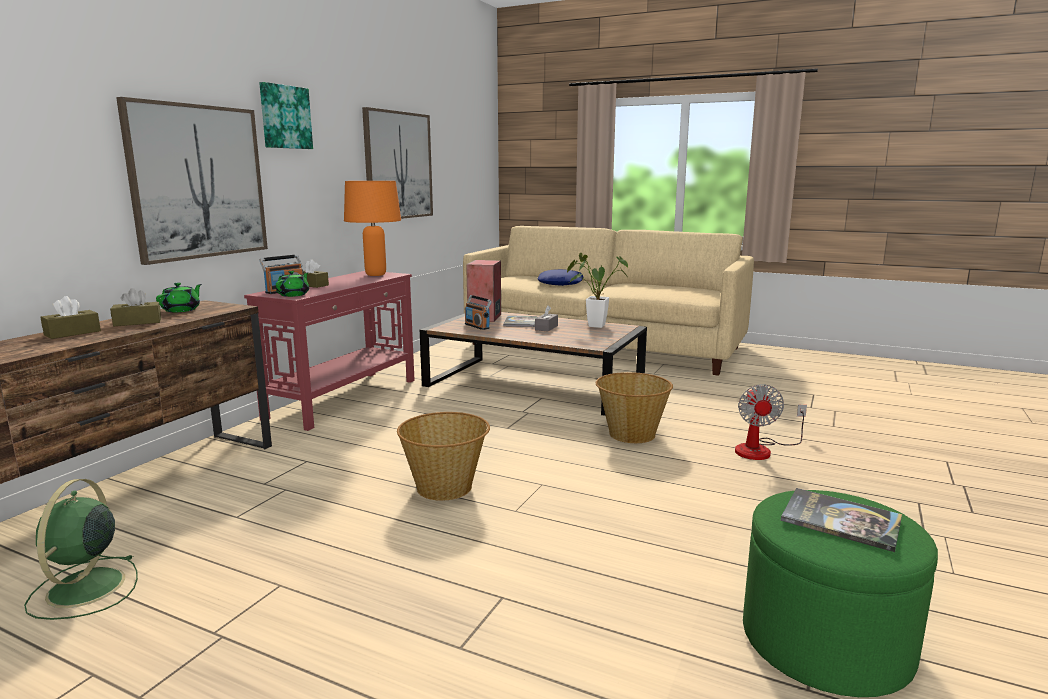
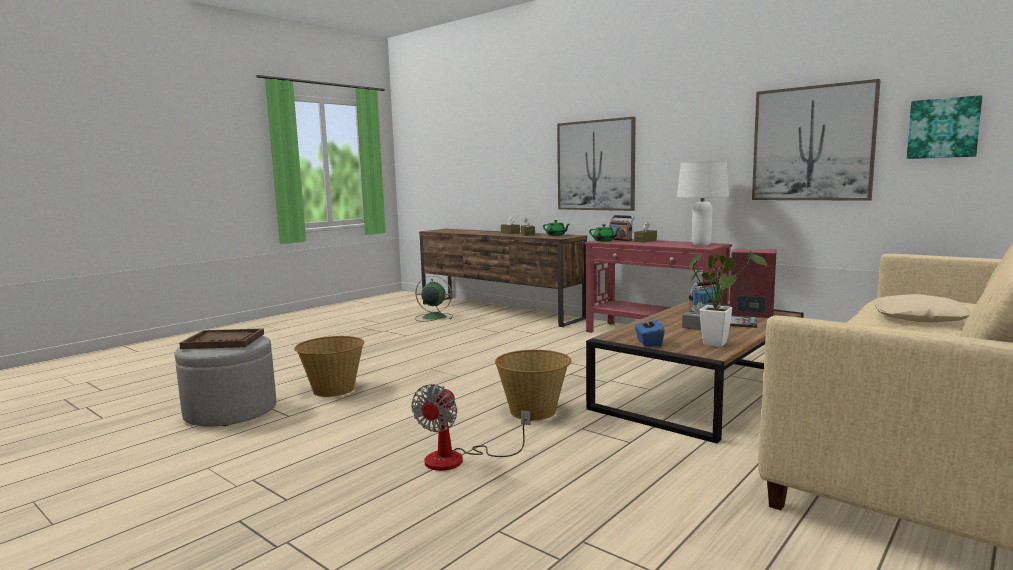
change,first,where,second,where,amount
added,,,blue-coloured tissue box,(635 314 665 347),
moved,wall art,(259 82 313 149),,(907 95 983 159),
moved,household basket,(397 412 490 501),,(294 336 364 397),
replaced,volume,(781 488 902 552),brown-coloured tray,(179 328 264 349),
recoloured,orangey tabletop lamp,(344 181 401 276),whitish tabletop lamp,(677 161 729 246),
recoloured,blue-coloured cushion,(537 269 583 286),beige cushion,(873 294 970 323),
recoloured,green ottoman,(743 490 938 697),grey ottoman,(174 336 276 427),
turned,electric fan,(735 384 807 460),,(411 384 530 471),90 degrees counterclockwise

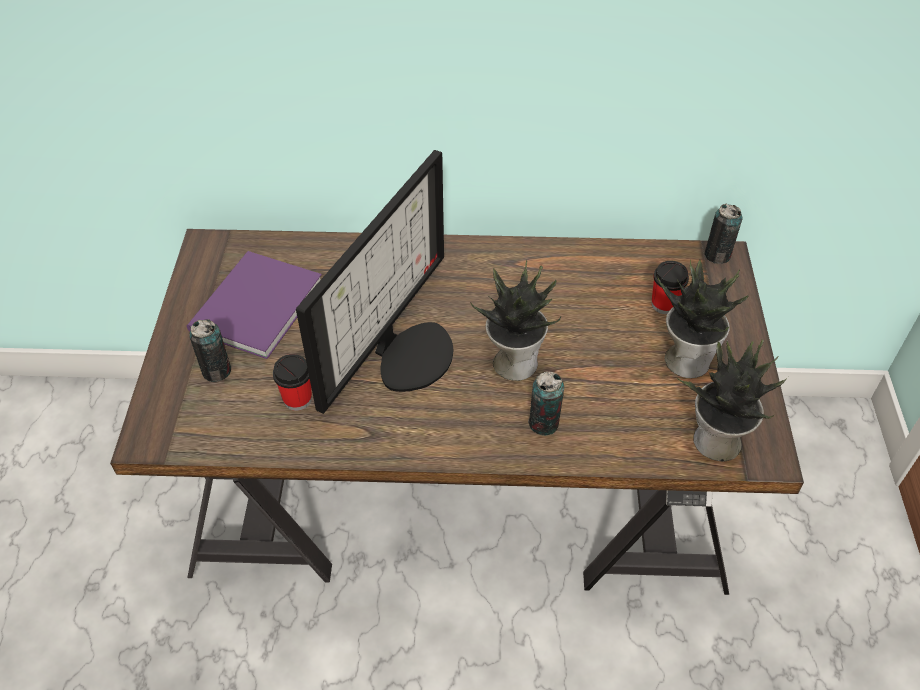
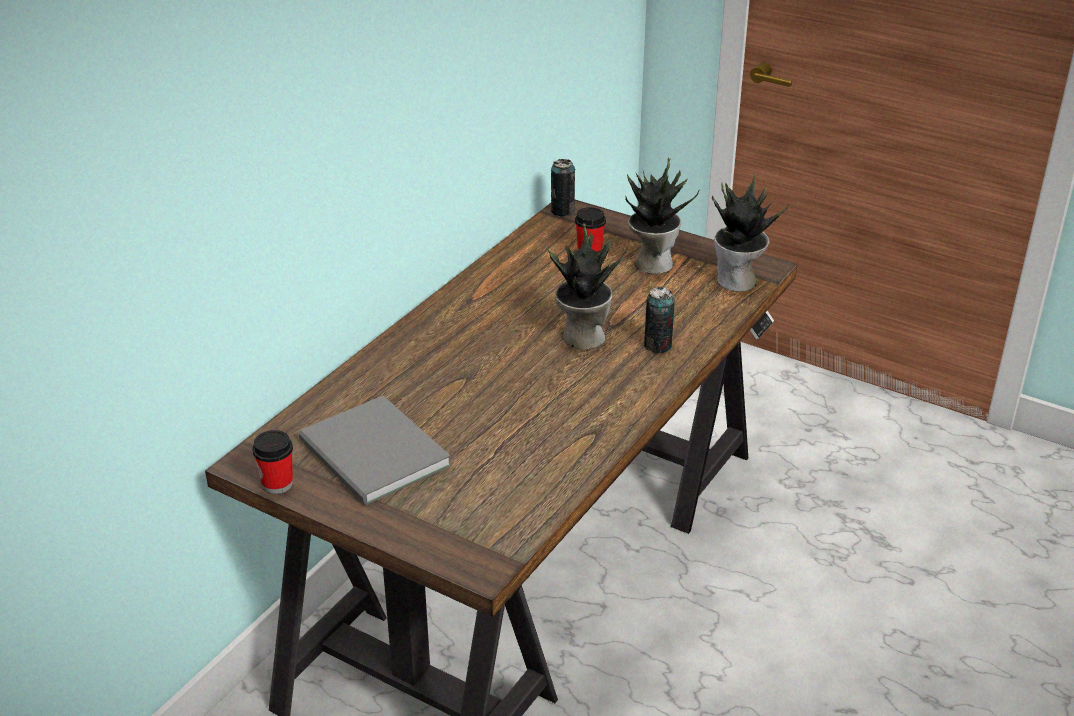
change,first,where,second,where,amount
removed,can,(189 319 231 382),,,
removed,computer screen,(296 150 453 414),,,
moved,small cup,(273 354 312 411),,(252 430 293 494),
recoloured,purple-coloured volume,(187 251 322 359),grey volume,(299 396 451 505),

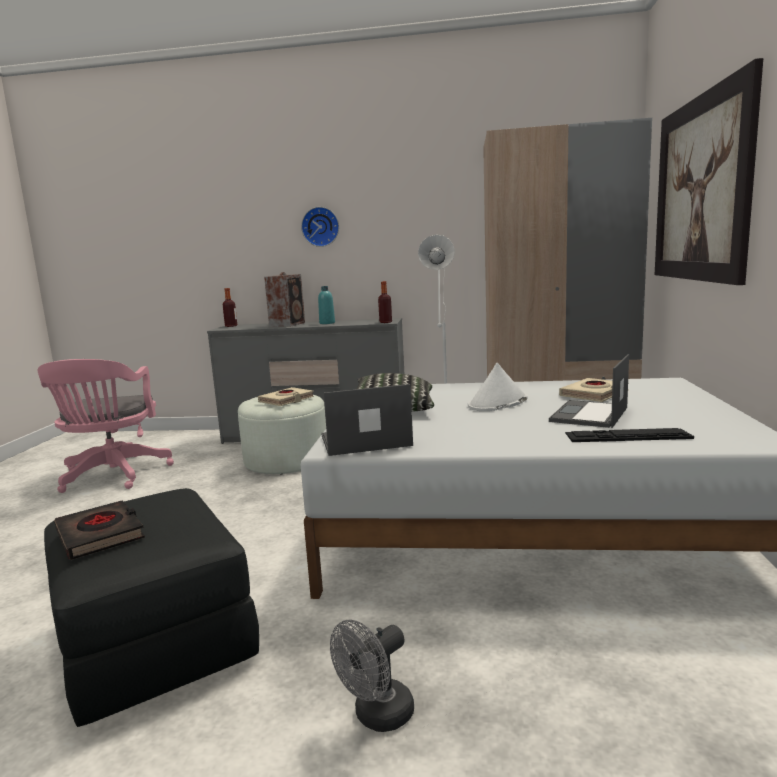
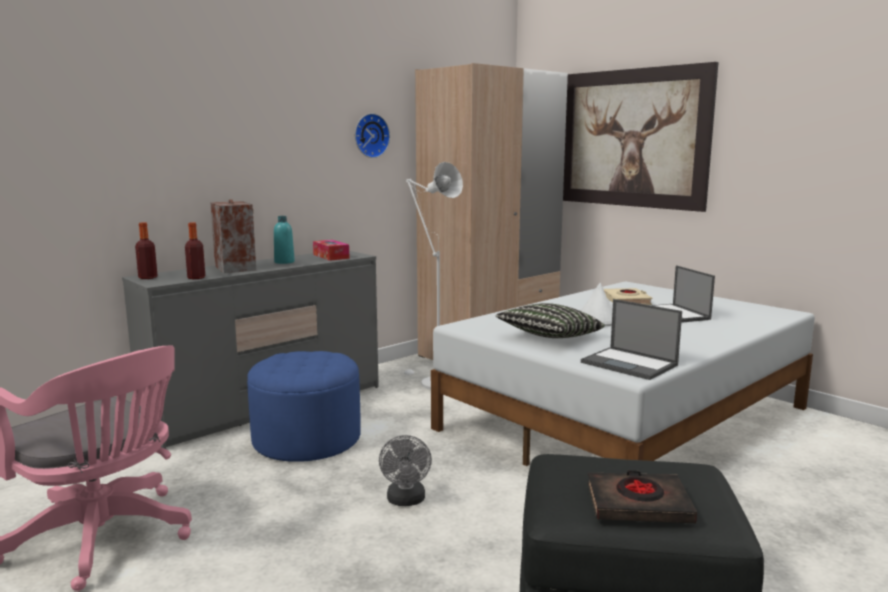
change,first,where,second,where,amount
removed,beige volume,(258 387 314 406),,,
removed,PC keyboard,(565 428 694 442),,,
added,,,tissue box,(313 240 350 261),
moved,wall clock,(301 207 339 247),,(355 113 390 158),
moved,grey electric fan,(330 619 414 732),,(379 435 432 506),
moved,beverage bottle,(378 281 392 323),,(185 222 205 279),
recoloured,whitish ottoman,(238 395 326 475),blue-coloured ottoman,(247 351 361 462),
turned,portable computer,(321 384 413 456),,(581 299 682 380),75 degrees counterclockwise

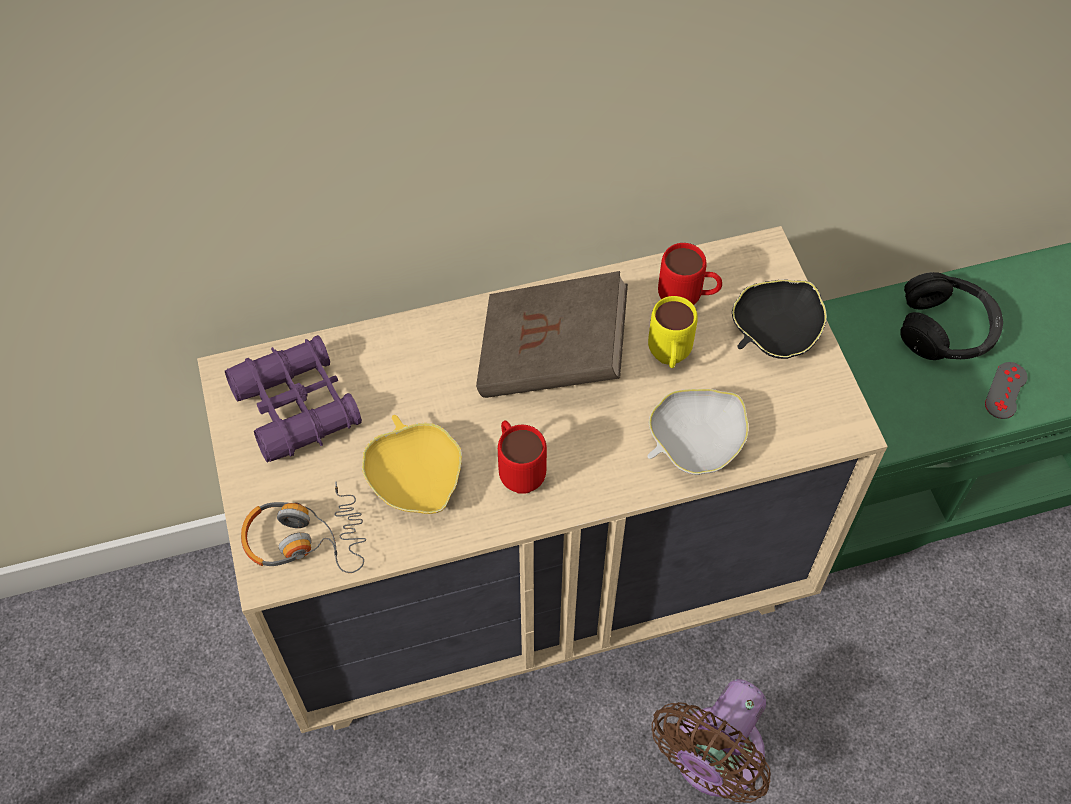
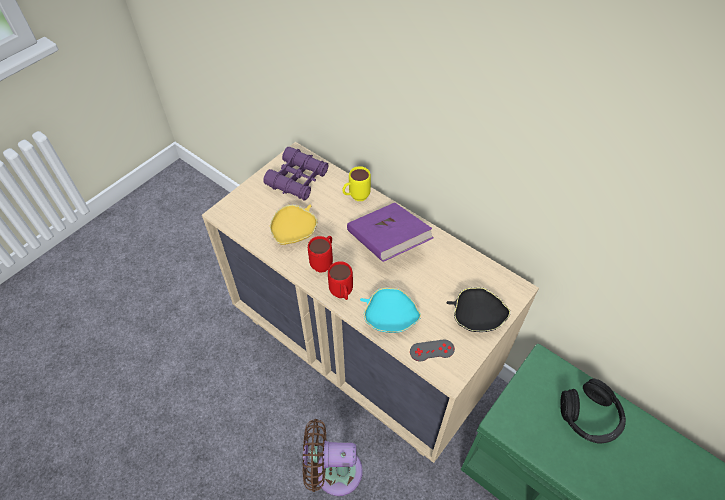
change,first,where,second,where,amount
removed,pair of headphones,(241 482 366 573),,,
moved,yellow tea mug,(648 296 698 368),,(342 166 371 201),
moved,red-coloured tea mug,(658 243 722 305),,(328 261 353 300),
moved,grey joypad,(985 362 1028 419),,(410 340 455 361),
recoloured,brown-coloured volume,(476 271 628 398),purple-coloured volume,(347 203 433 262),
recoloured,whitish serving bowl,(648 389 749 475),blue-green serving bowl,(360 288 421 333),

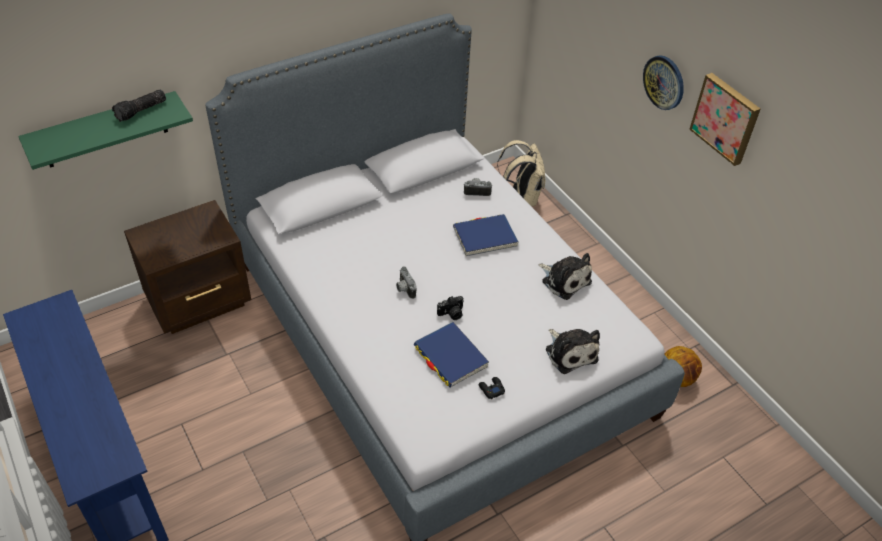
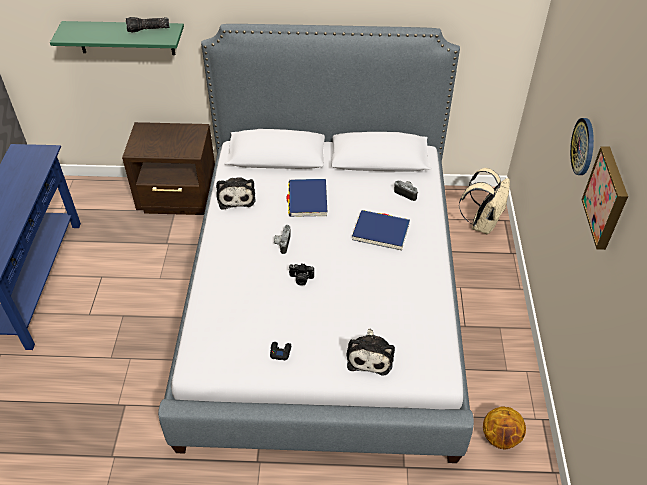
change,first,where,second,where,amount
moved,blue-coloured volume,(414 322 489 387),,(286 179 327 217),
moved,soft toy,(538 253 592 300),,(216 177 256 210),

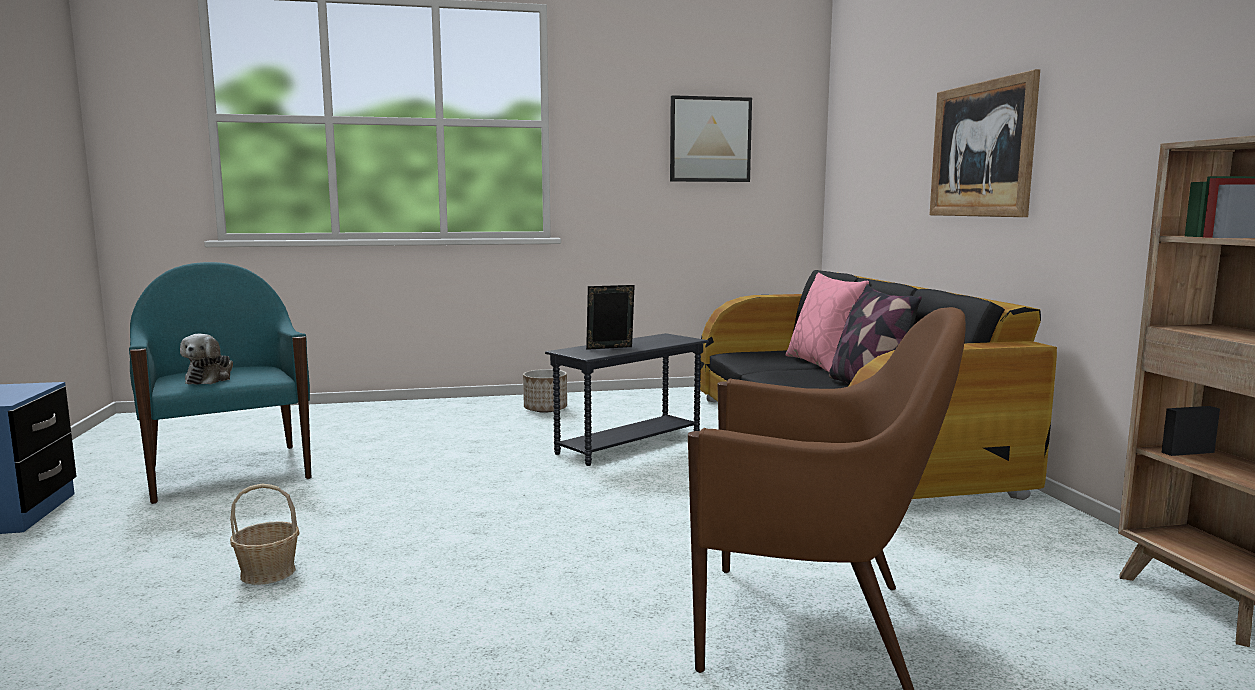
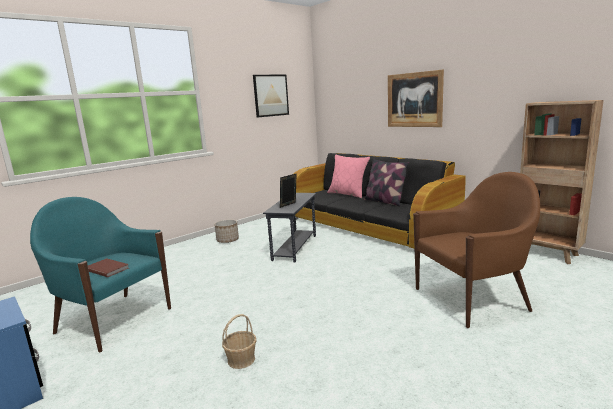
change,first,where,second,where,amount
replaced,soft toy,(180 334 233 385),brown-coloured volume,(88 258 129 277),

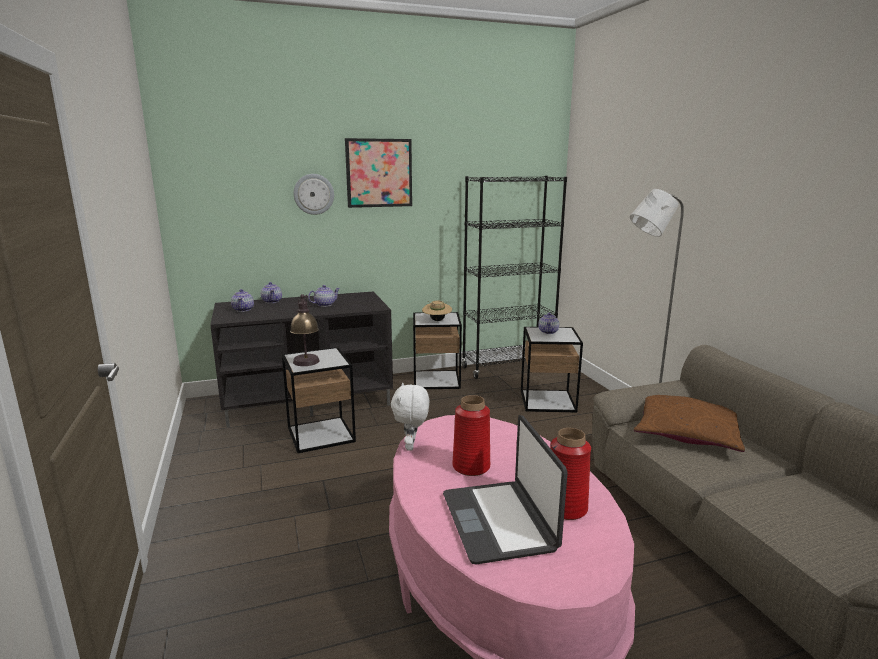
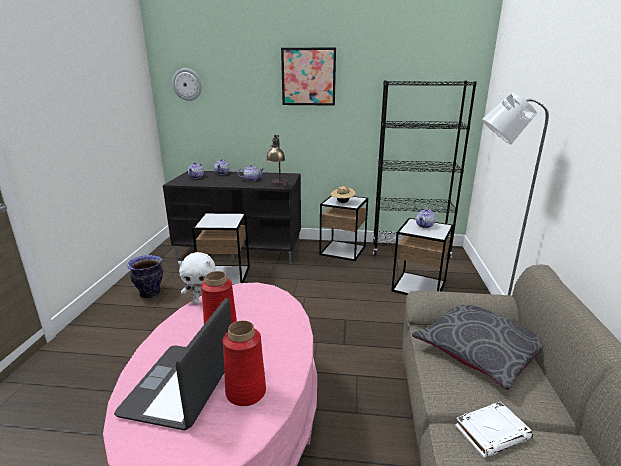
change,first,where,second,where,amount
added,,,decorative vase,(127 255 163 298),
added,,,whitish volume,(455 401 533 458),
moved,tabletop lamp,(290 294 320 366),,(266 134 289 186),
moved,wall clock,(293 174 334 215),,(172 68 202 101),
recoloured,brown-coloured cushion,(634 395 745 452),grey cushion,(412 305 543 390),
turned,whitish soft toy,(391 383 429 451),,(178 252 216 304),120 degrees counterclockwise

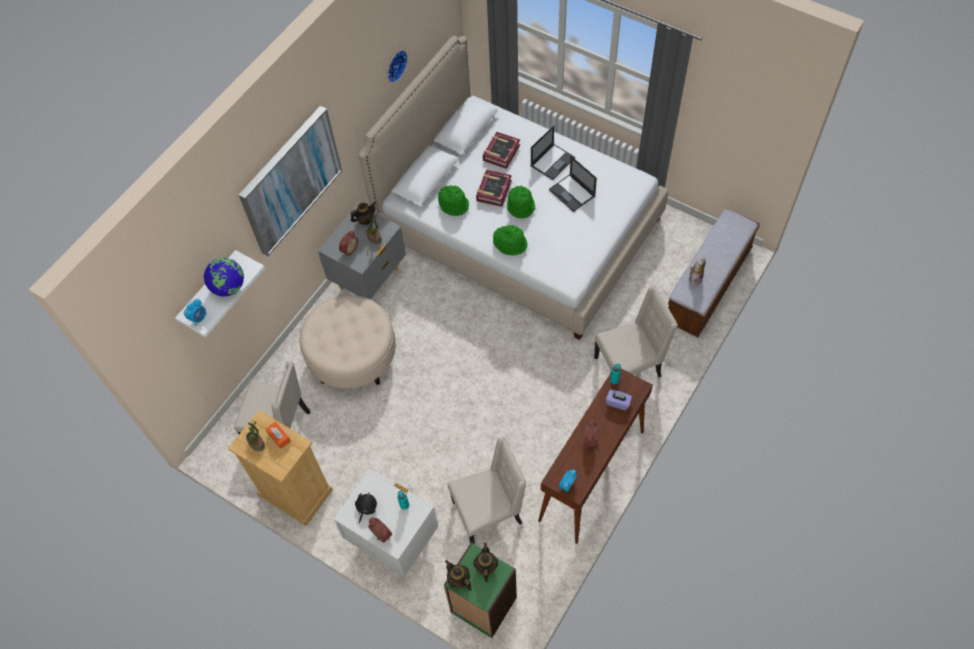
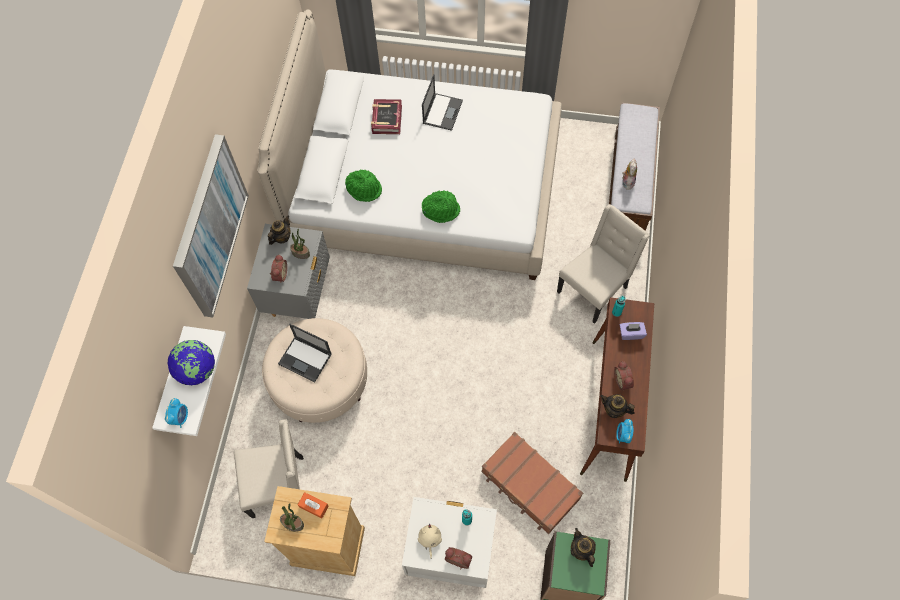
change,first,where,second,where,amount
removed,wall clock,(388 50 407 83),,,
removed,volume,(476 170 512 207),,,
removed,green wearable hat,(507 186 535 219),,,
moved,teapot,(445 560 472 590),,(600 394 635 418),
moved,portable computer,(549 156 597 212),,(278 323 332 382),
replaced,beige chair,(448 437 526 544),brown-coloured travel case,(482 432 583 534),
recoloured,black soft toy,(355 492 377 523),beige soft toy,(418 524 442 559),

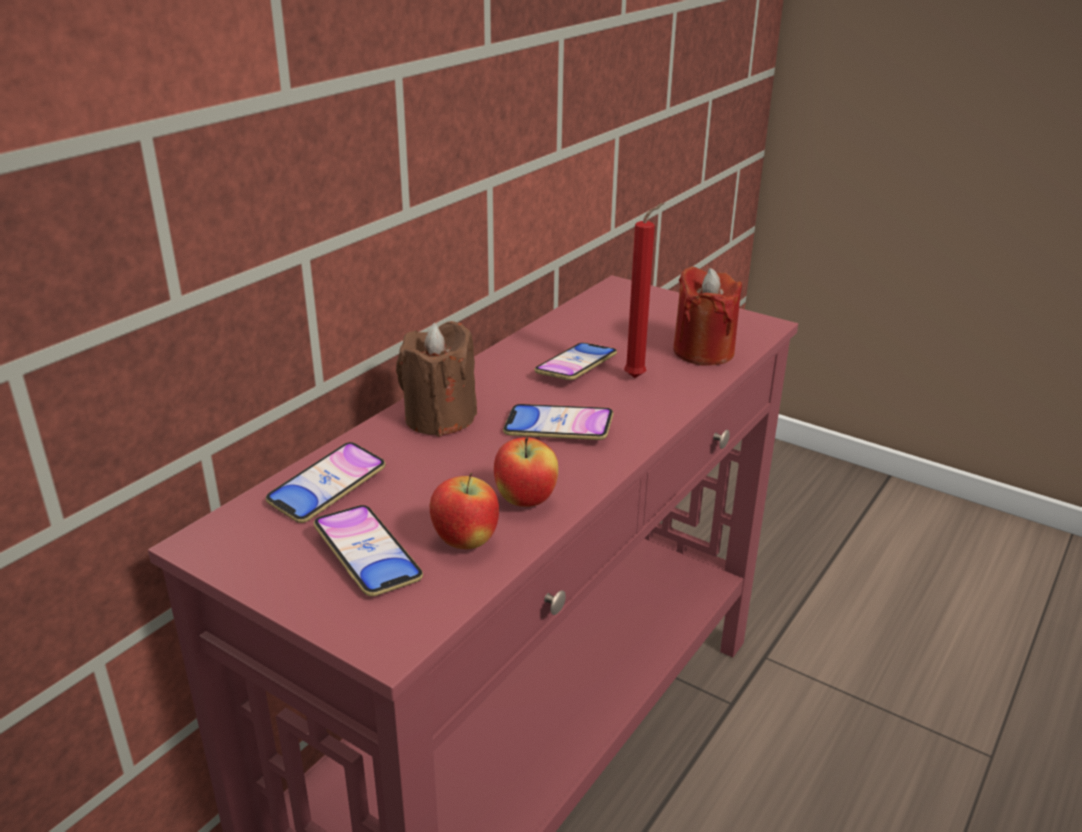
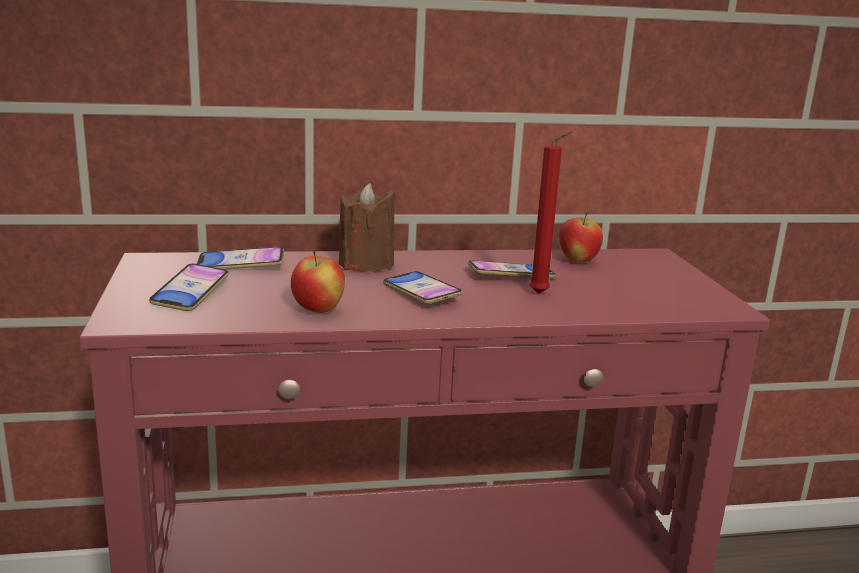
change,first,where,second,where,amount
removed,red-coloured candle,(673 266 742 366),,,
moved,apple,(430 473 499 549),,(559 212 603 262),

